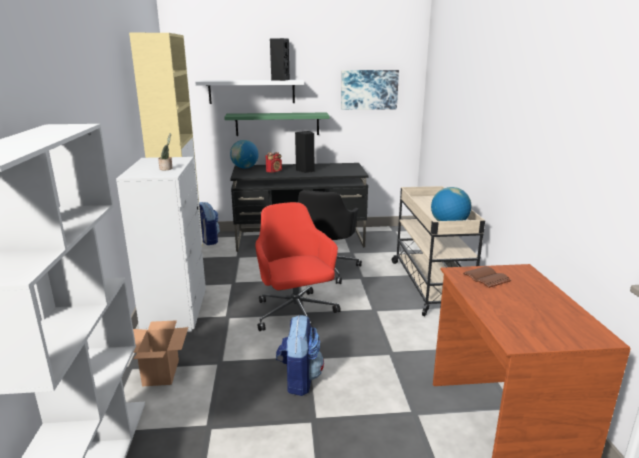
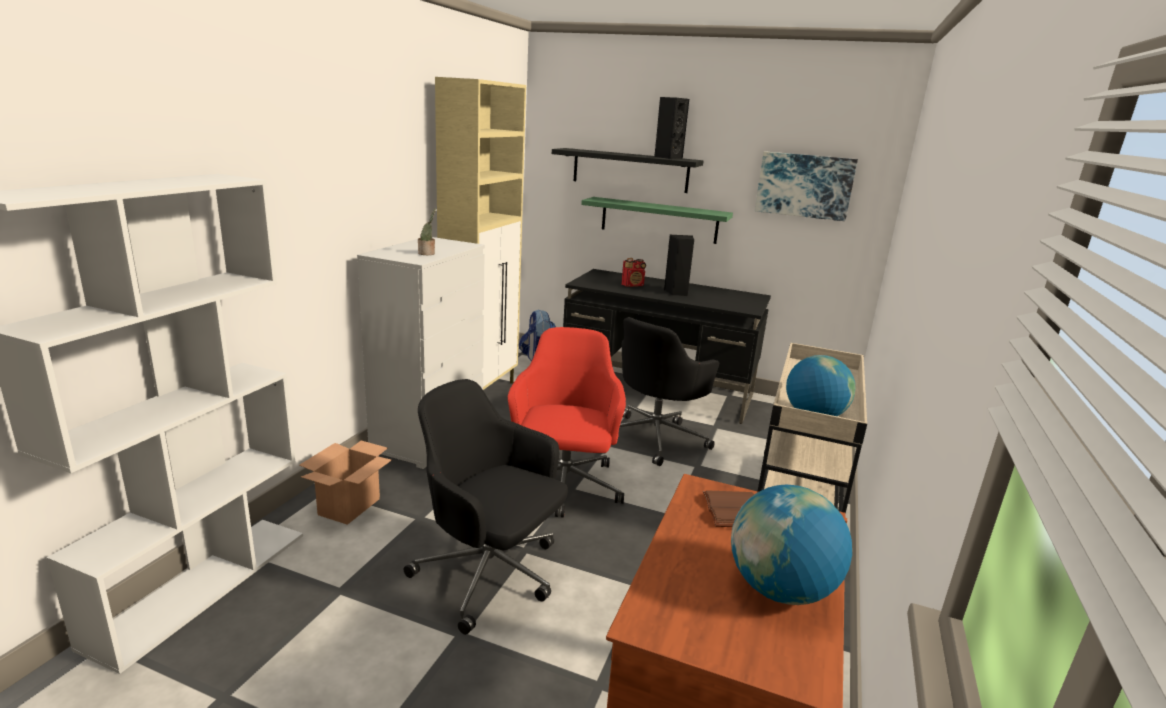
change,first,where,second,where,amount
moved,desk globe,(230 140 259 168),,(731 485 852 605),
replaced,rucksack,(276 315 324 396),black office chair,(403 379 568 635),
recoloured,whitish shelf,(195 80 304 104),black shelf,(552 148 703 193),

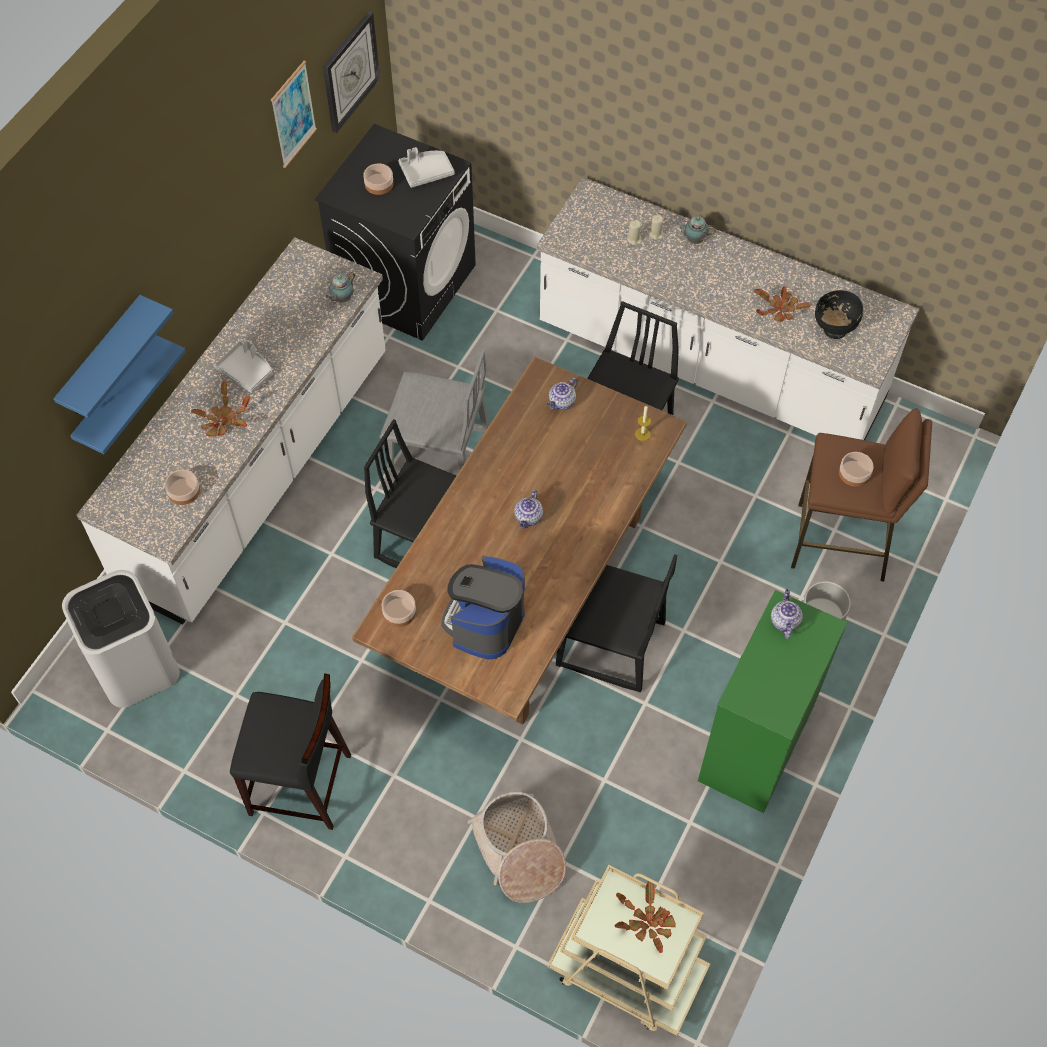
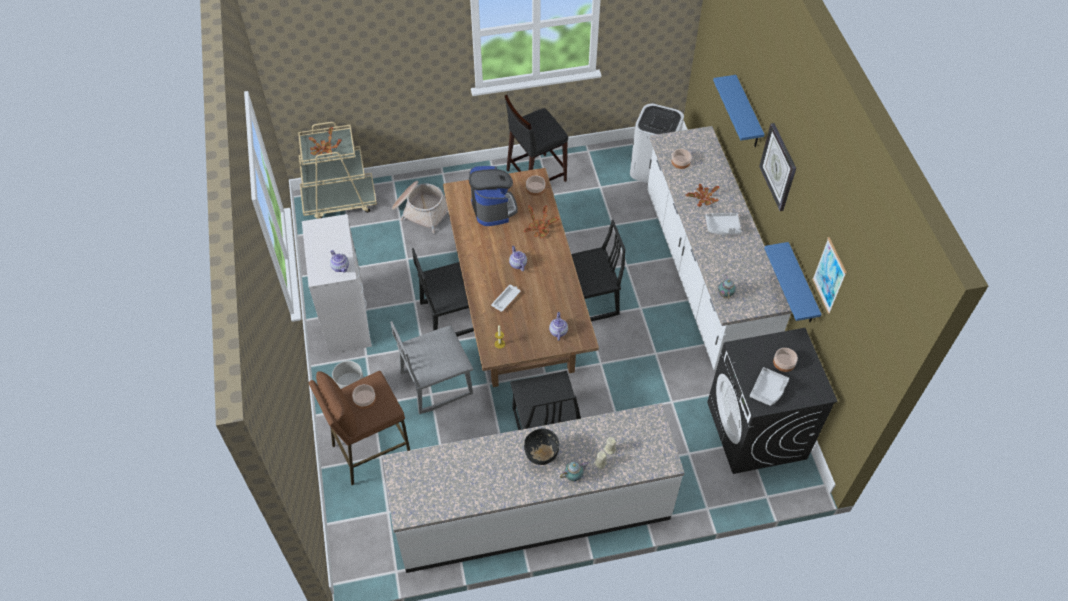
change,first,where,second,where,amount
added,,,whitish tray,(491 285 520 312),
moved,blue-coloured shelf,(70 335 186 454),,(764 242 822 323),
moved,wall clock,(323 11 380 133),,(759 123 796 211),
moved,grey chair,(379 350 489 476),,(390 321 473 414),
moved,houseplant,(753 286 810 322),,(524 205 559 238),
moved,black serving bowl,(815 290 863 339),,(524 428 559 465),
recoloured,green chest of drawers,(698 590 847 813),whitish chest of drawers,(302 214 372 354),

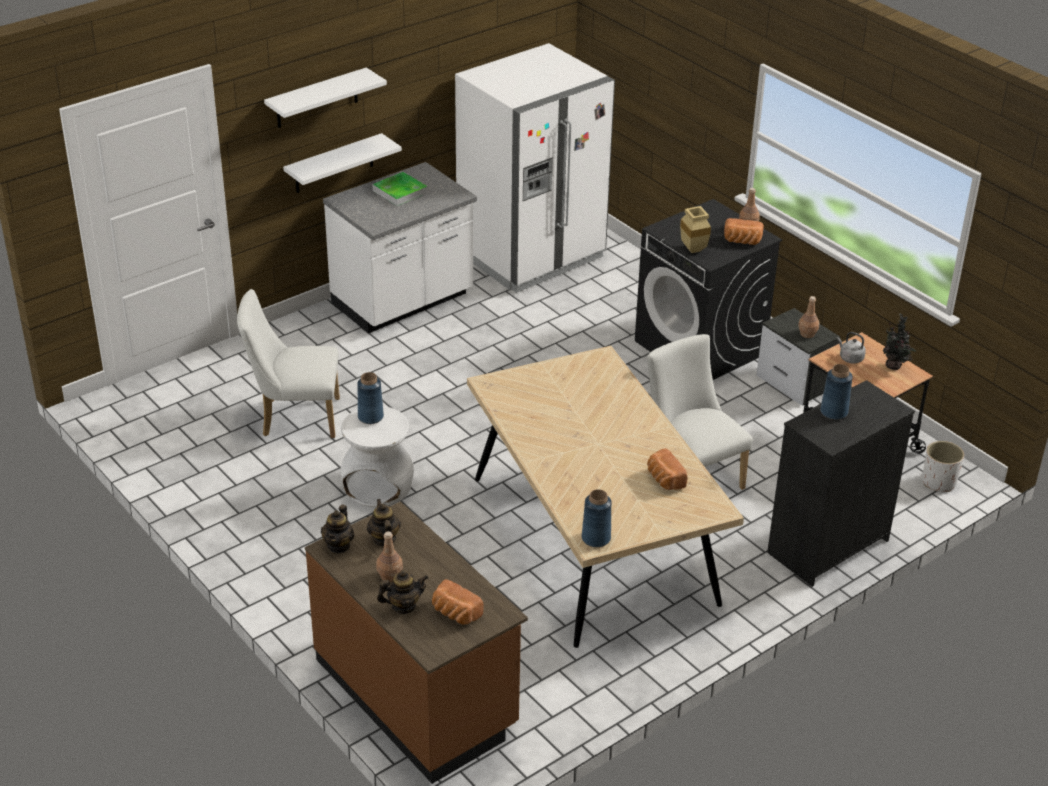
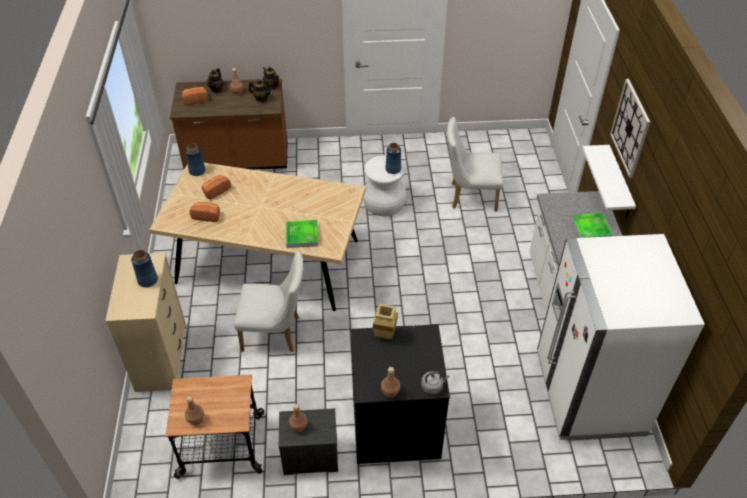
change,first,where,second,where,amount
removed,whitish flower pot,(922 441 964 492),,,
added,,,tray,(286 220 318 248),
moved,bread,(724 218 764 245),,(202 175 231 200),
moved,grey kettle,(837 332 866 364),,(421 371 450 394),
replaced,whitish shelf,(264 68 387 128),wall clock,(610 79 650 178),
replaced,houseplant,(883 314 916 370),brown-coloured beverage bottle,(185 396 204 425),
recoloured,black chest of drawers,(767 380 915 587),beige chest of drawers,(105 253 187 392),
turned,whitish chair,(237 289 340 438),,(447 117 503 211),120 degrees counterclockwise

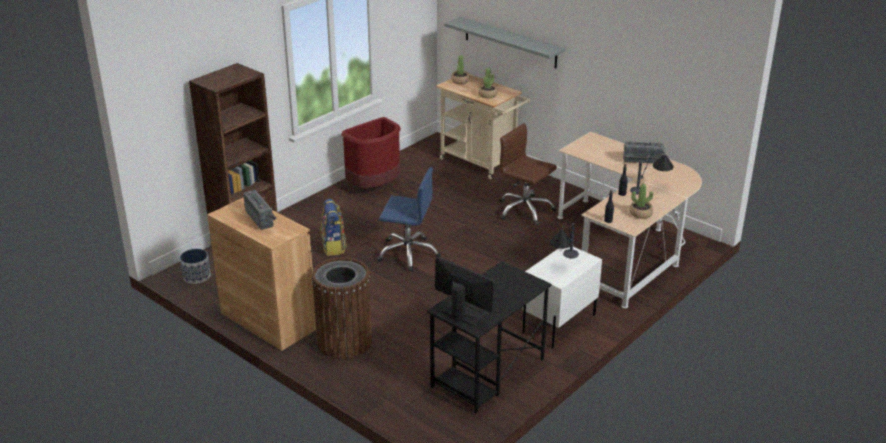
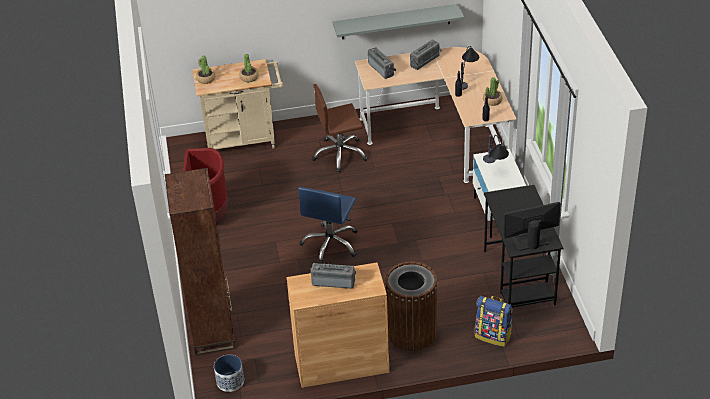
change,first,where,second,where,amount
added,,,radio,(368 47 397 79),
moved,rucksack,(321 199 347 256),,(475 296 512 347),
moved,grey shelf,(444 17 565 68),,(333 4 464 39),
turned,blue-coloured office chair,(377 167 441 271),,(298 187 358 264),150 degrees clockwise

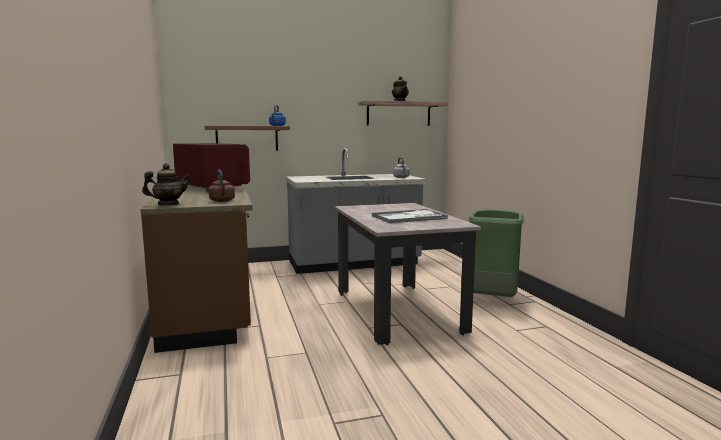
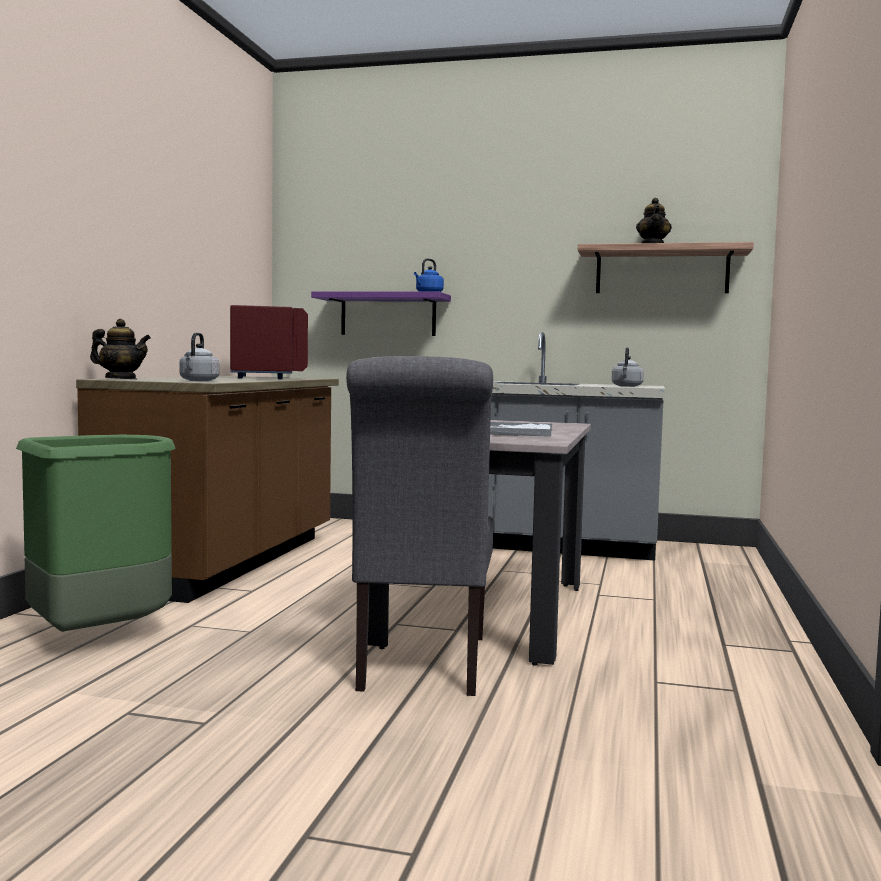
change,first,where,second,where,amount
added,,,grey chair,(346 356 493 696),
moved,green rubbish bin,(468 209 524 297),,(16 435 176 632),
recoloured,brown-coloured shelf,(205 126 290 151),purple-coloured shelf,(311 291 451 336),
recoloured,brown-coloured kettle,(209 170 235 202),grey kettle,(179 333 220 381),

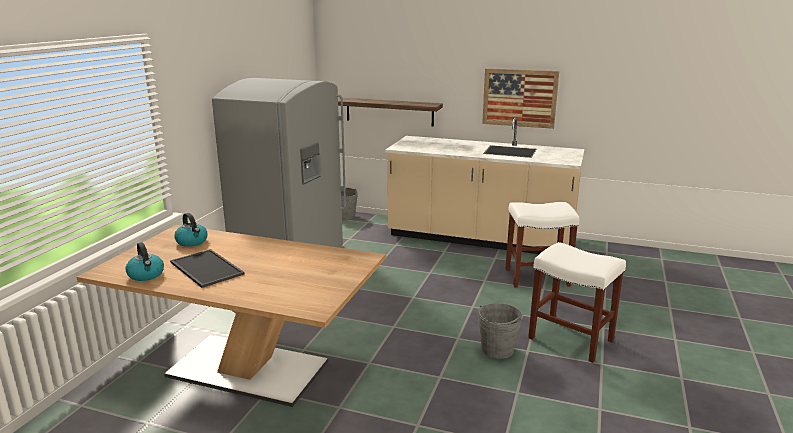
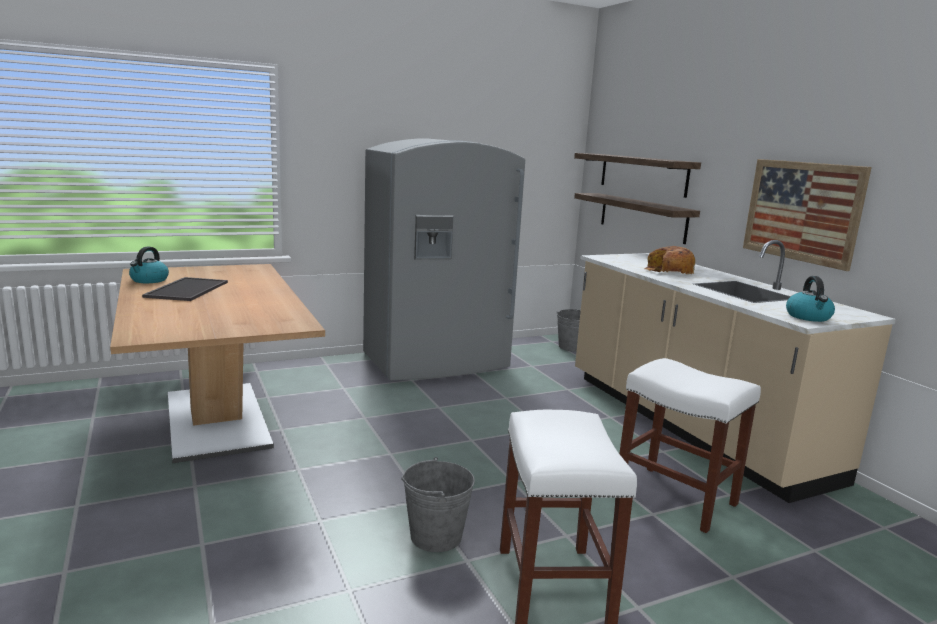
change,first,where,second,where,amount
added,,,shelf,(574 153 701 198),
added,,,bread,(644 246 695 274),
moved,kettle,(174 213 207 247),,(786 276 835 322),

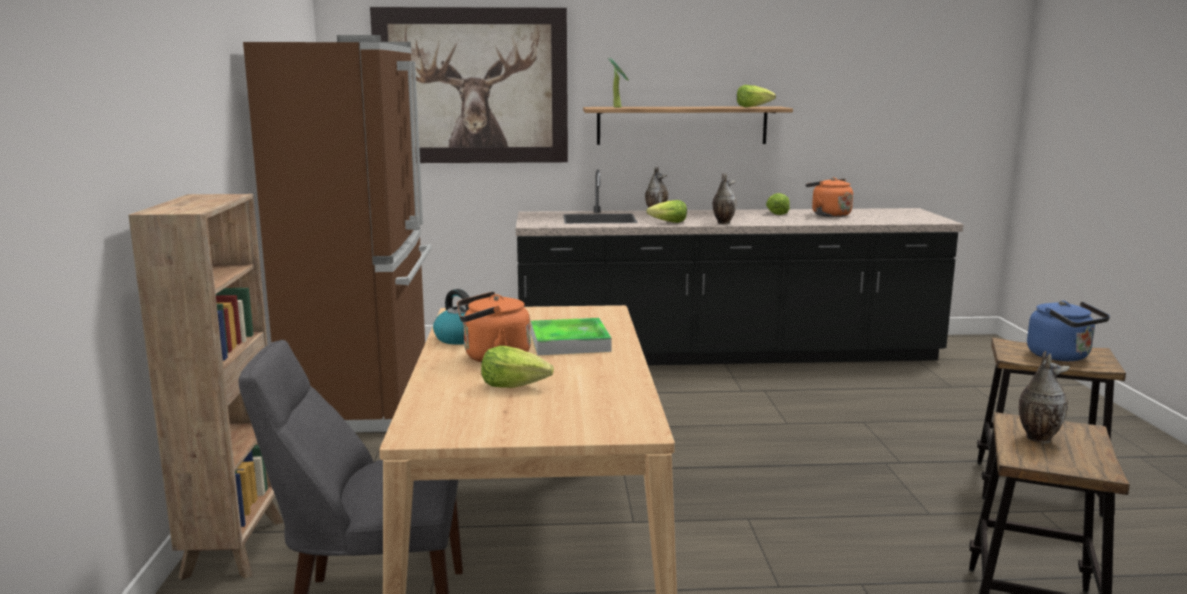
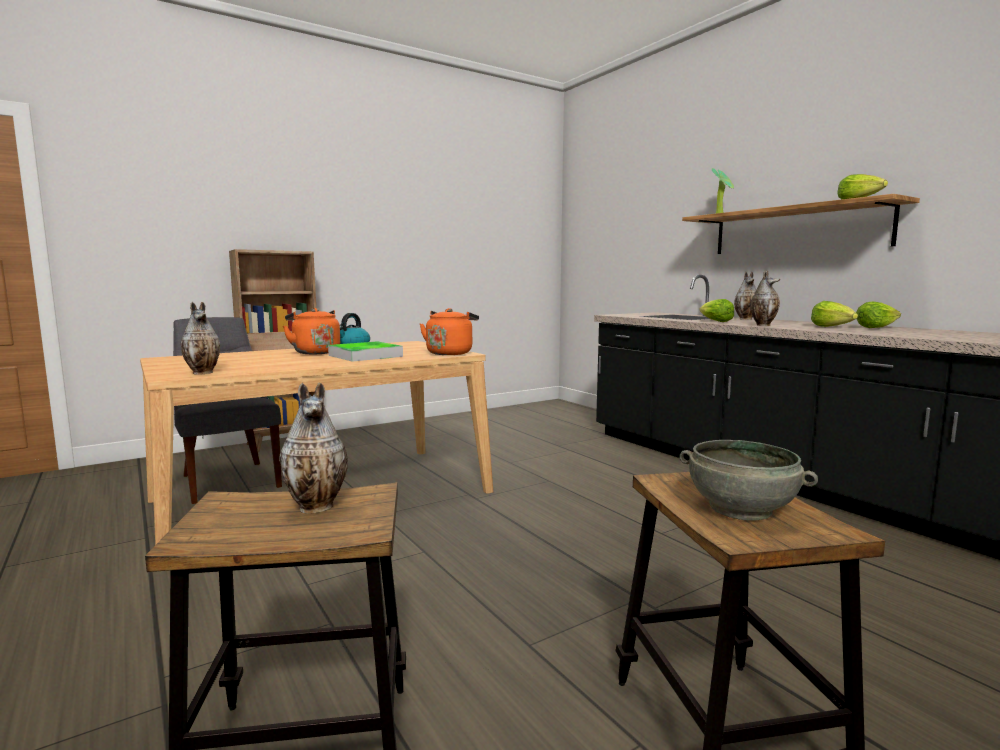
change,first,where,second,where,amount
removed,brown-coloured kitchen fridge,(243 35 432 432),,,
removed,wall art,(370 7 568 163),,,
added,,,decorative vase,(181 302 220 375),
moved,lettuce head,(481 346 554 388),,(811 301 858 327),
moved,orangey kettle,(806 177 853 217),,(420 308 479 355),
replaced,blue-coloured kettle,(1027 301 1110 361),grey serving bowl,(679 440 818 521),

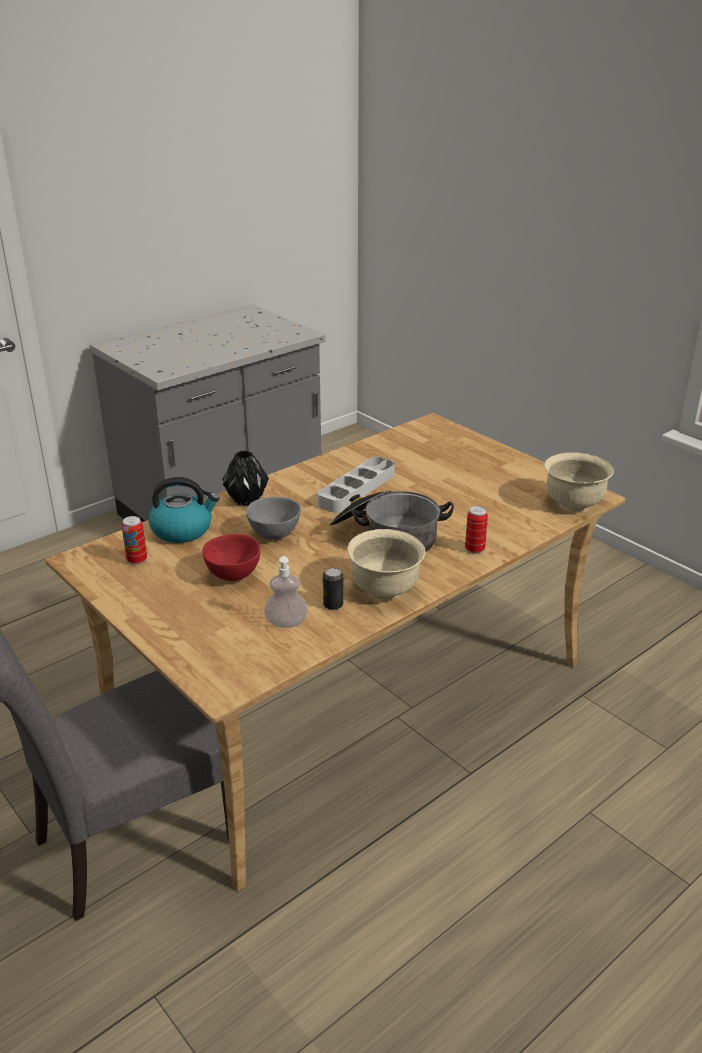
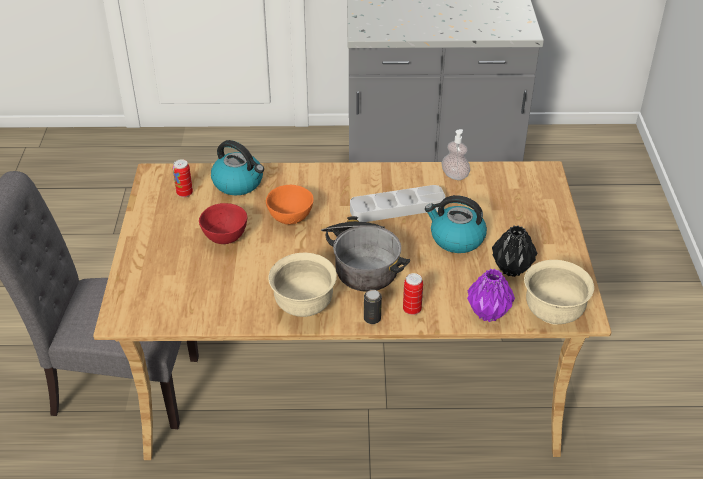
change,first,where,second,where,amount
added,,,kettle,(425 195 487 253),
added,,,purple-coloured decorative vase,(467 269 515 322),
moved,black decorative vase,(223 450 269 506),,(492 226 537 277),
moved,soap bottle,(264 556 308 628),,(442 129 470 180),
moved,can,(323 568 343 610),,(364 290 382 324),
recoloured,grey serving bowl,(246 497 301 540),orangey serving bowl,(266 185 314 225),

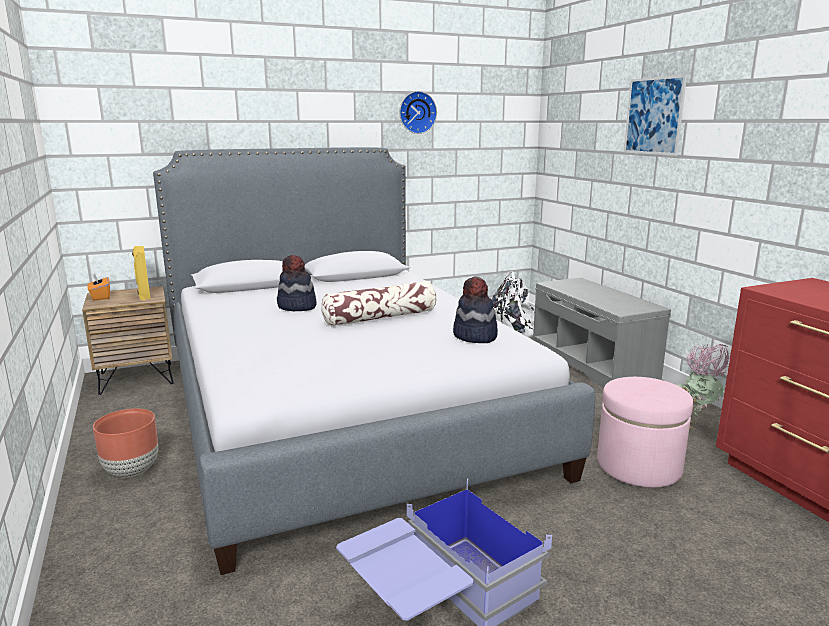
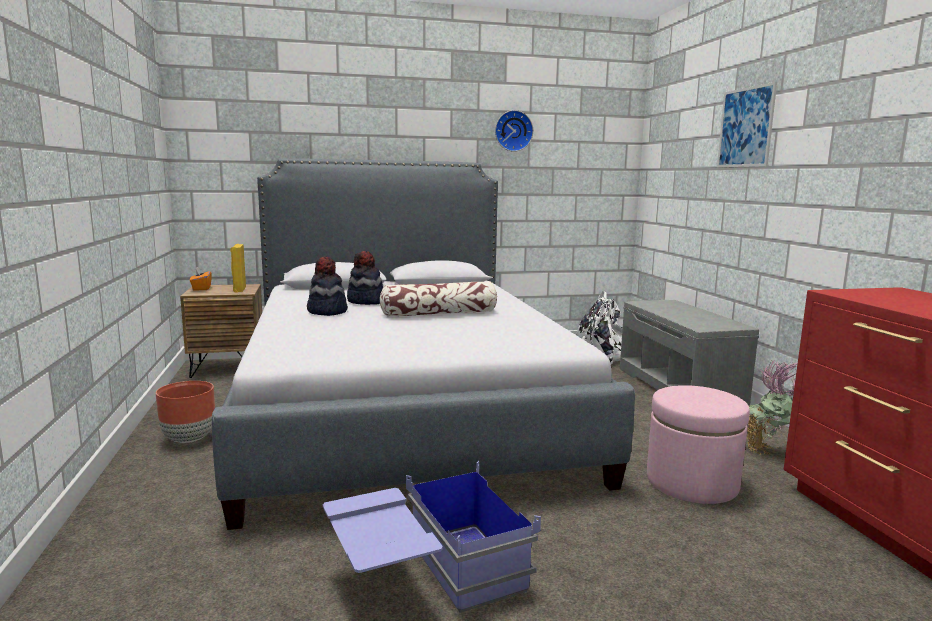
change,first,where,second,where,amount
moved,wearable hat,(453 277 498 343),,(307 256 348 316),

